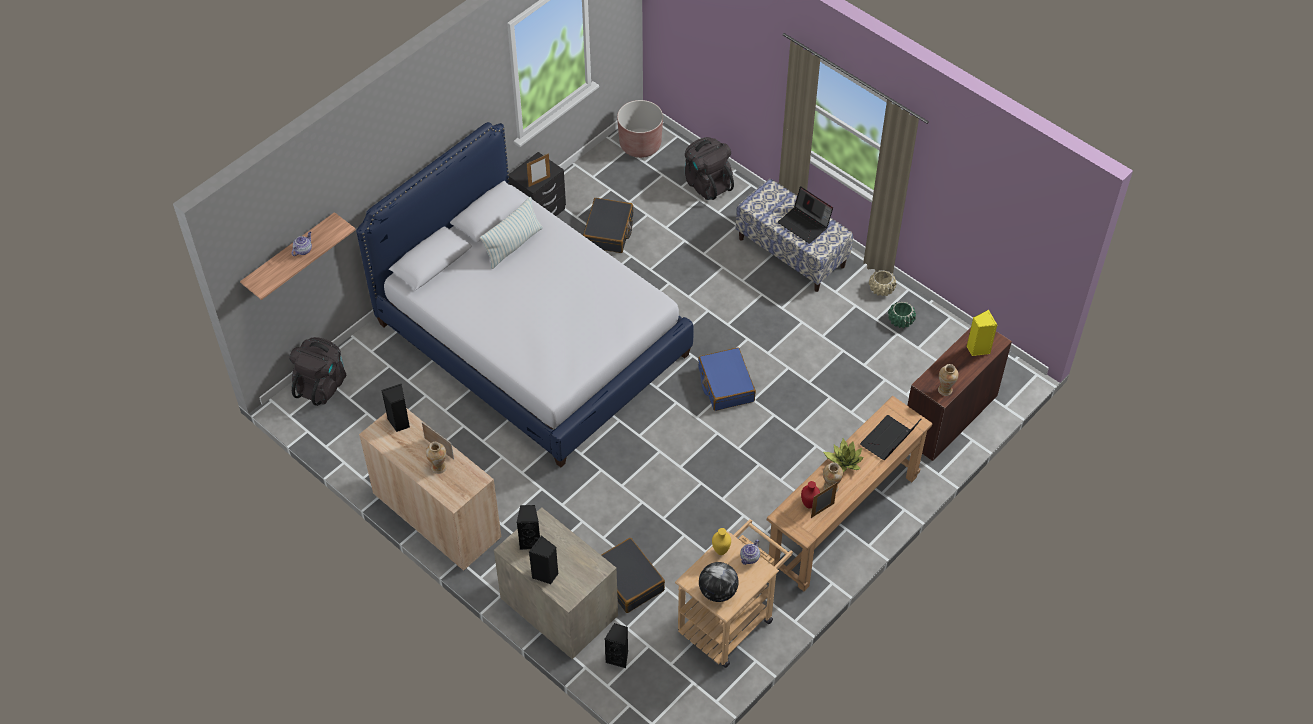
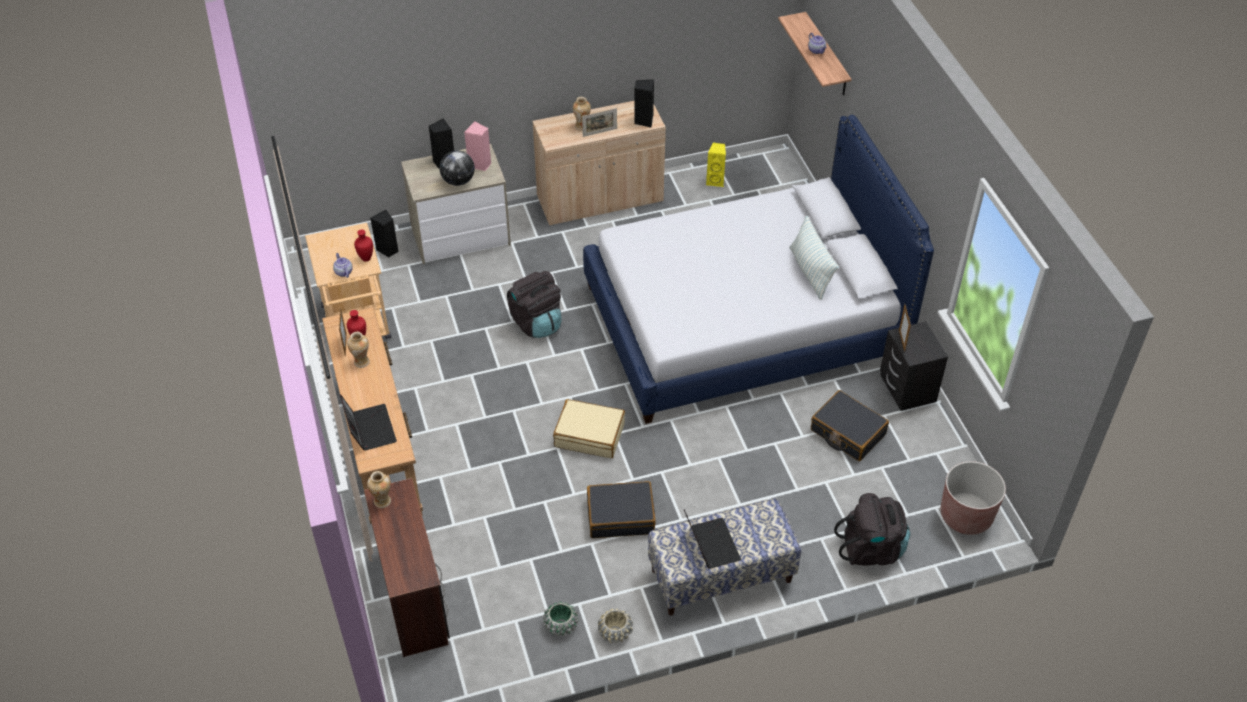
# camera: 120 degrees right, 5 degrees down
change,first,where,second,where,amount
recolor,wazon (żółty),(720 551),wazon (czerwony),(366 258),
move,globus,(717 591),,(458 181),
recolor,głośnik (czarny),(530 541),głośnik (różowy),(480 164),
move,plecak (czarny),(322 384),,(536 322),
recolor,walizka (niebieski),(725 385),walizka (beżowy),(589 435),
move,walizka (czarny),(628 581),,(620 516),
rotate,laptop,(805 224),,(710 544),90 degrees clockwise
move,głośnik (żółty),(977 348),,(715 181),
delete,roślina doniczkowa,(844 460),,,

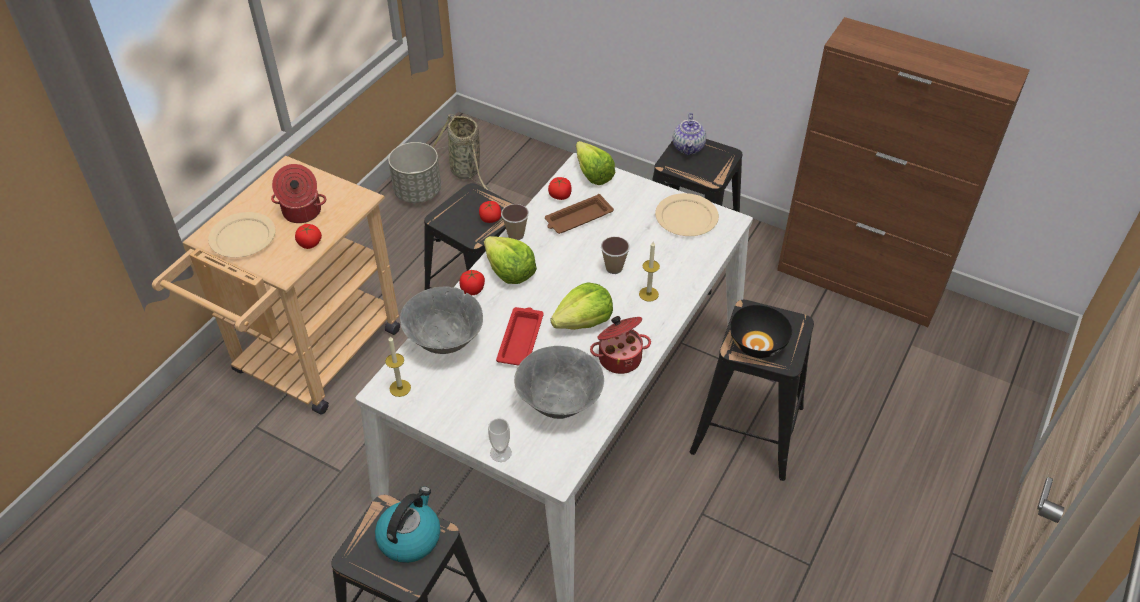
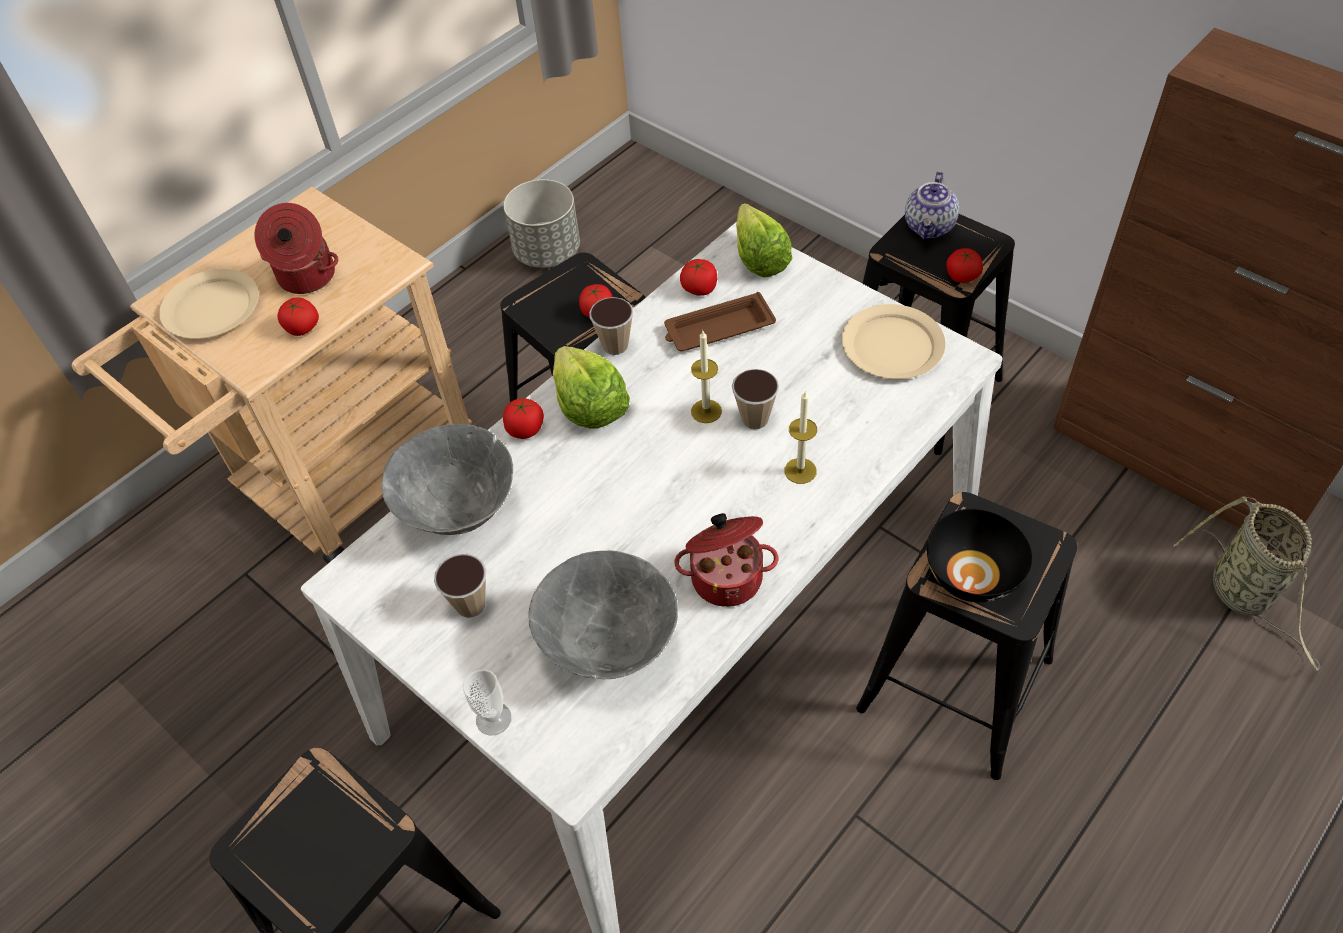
# camera: 15 degrees right, 5 degrees up
change,first,where,second,where,amount
insert,,,filiżanka,(470 605),
move,świeca,(400 388),,(706 411),
insert,,,pomidor,(962 276),
move,koszyk,(466 172),,(1243 595),
delete,czajnik,(410 537),,,
delete,taca (czerwony),(521 339),,,
delete,sałata,(584 321),,,

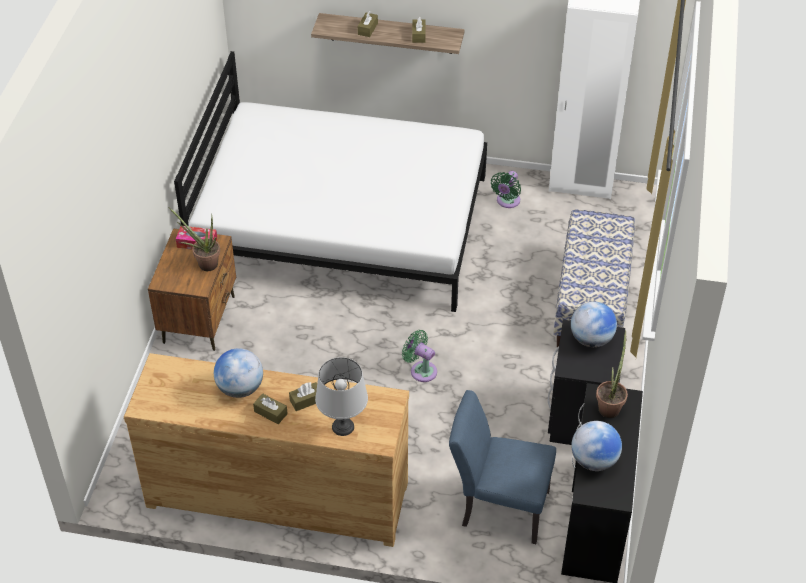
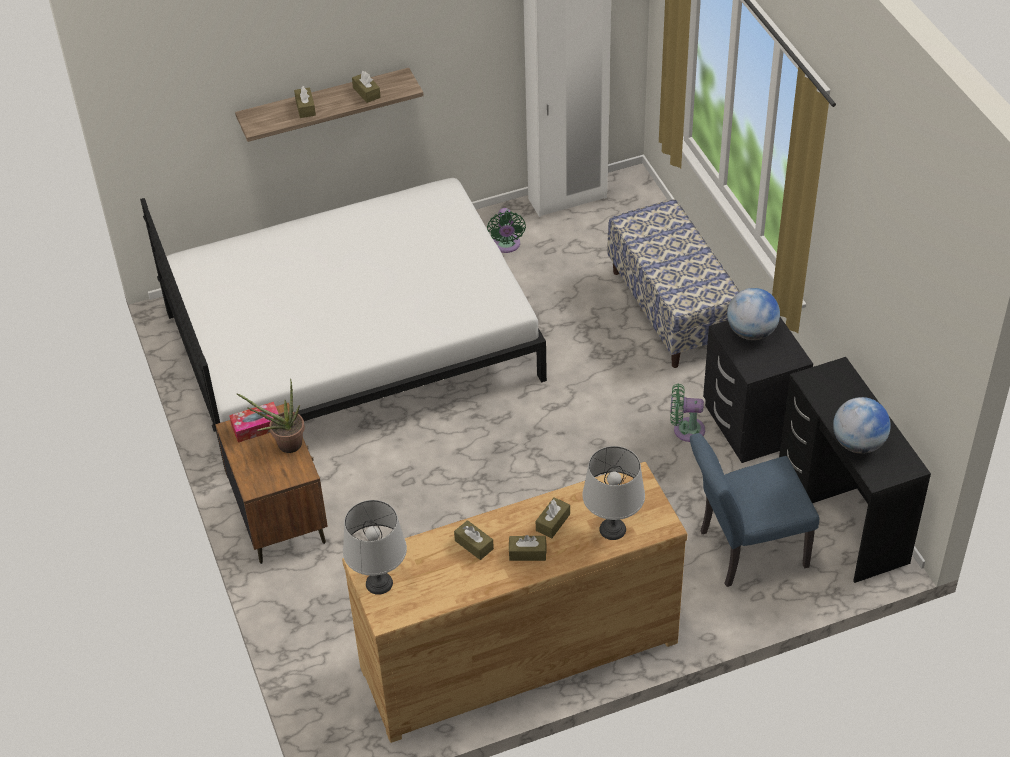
# camera: 30 degrees left, 0 degrees up
change,first,where,second,where,amount
insert,,,lampa stołowa (szary),(378 583),
replace,globus,(240 388),pudełko chusteczek (brązowy),(474 545),
move,wentylator (zielony),(421 370),,(685 429),
delete,roślina doniczkowa,(610 405),,,

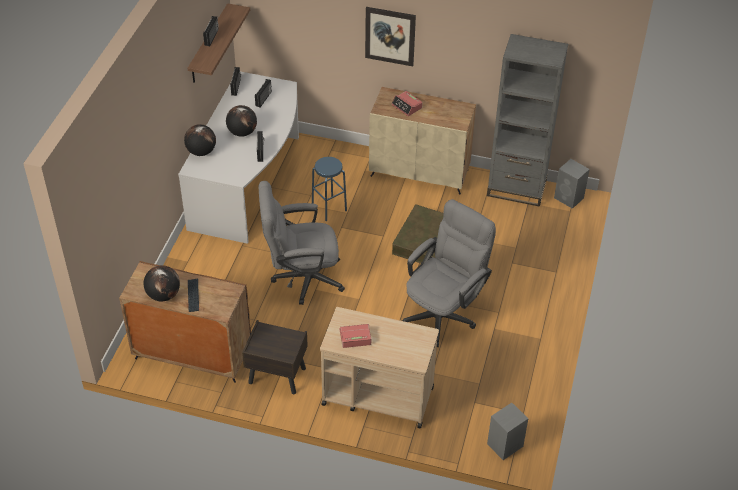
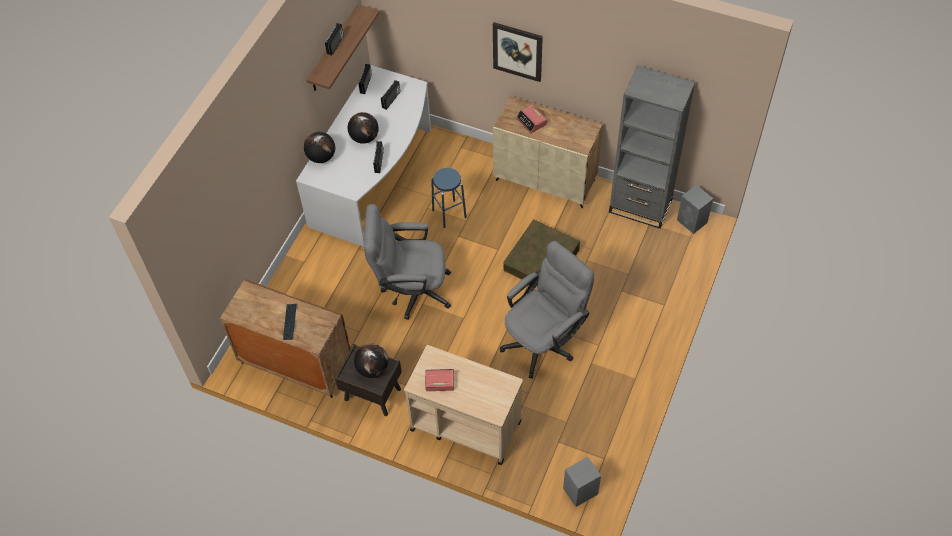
# camera: 10 degrees right, 10 degrees up
change,first,where,second,where,amount
move,globus,(163 295),,(372 368),

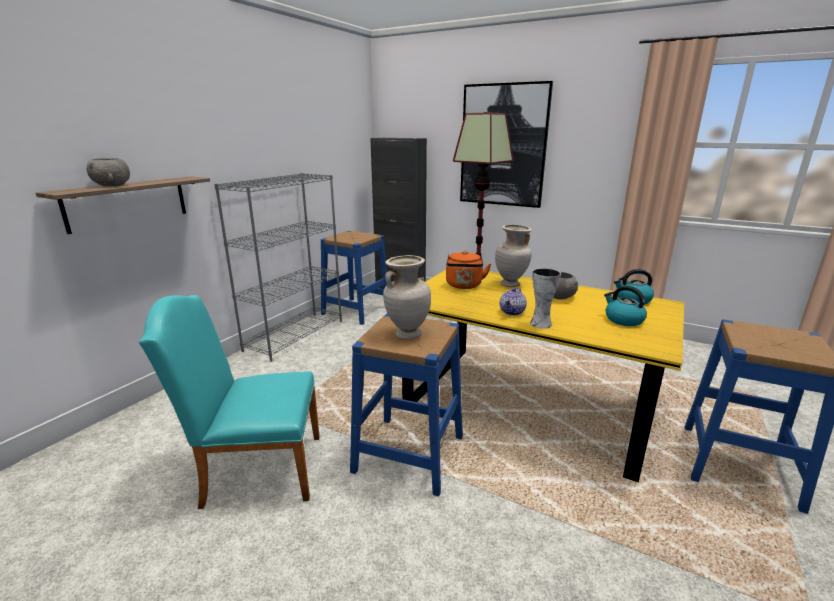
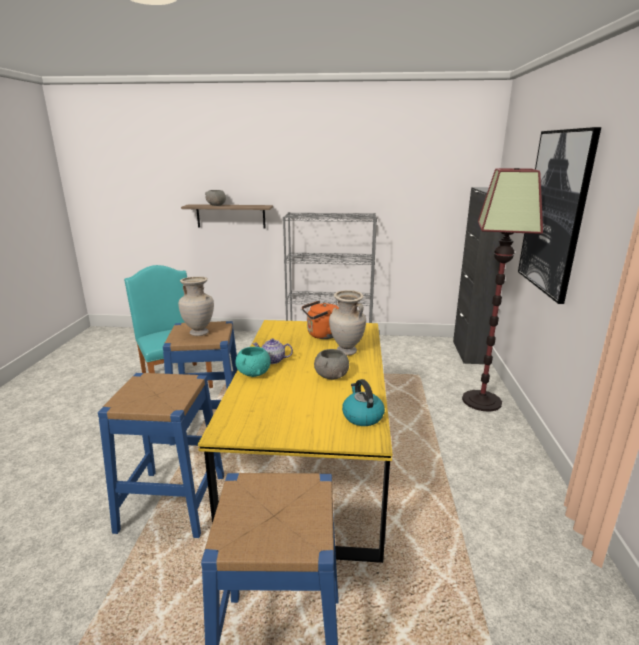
# camera: 65 degrees right, 0 degrees up
change,first,where,second,where,amount
move,stołek (niebieski),(356 311),,(172 502),
replace,wazon,(539 323),miska (turkusowy),(254 373),
delete,czajnik,(623 320),,,

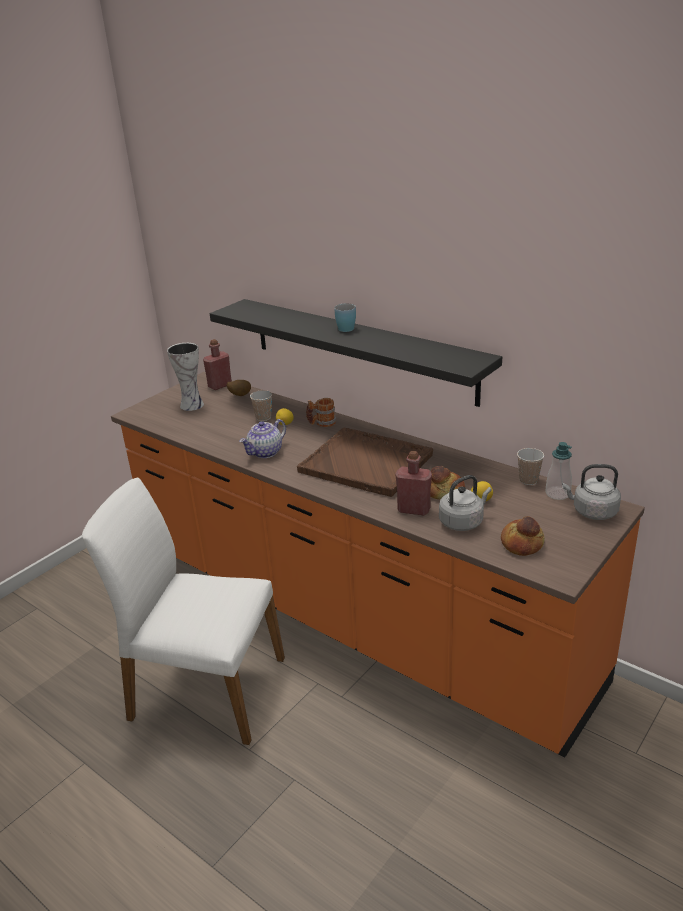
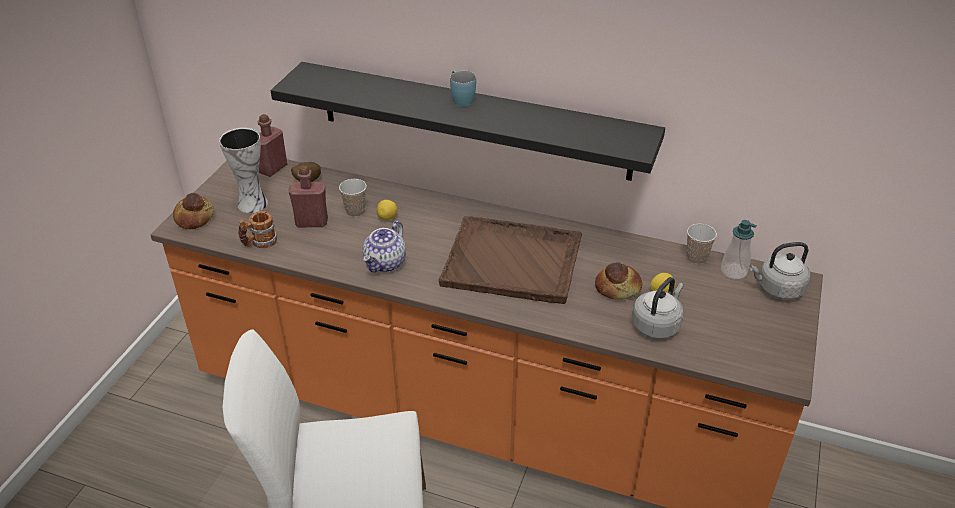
# camera: 20 degrees left, 10 degrees up
change,first,where,second,where,amount
move,chleb,(522 544),,(195 218),
move,kubek,(321 423),,(259 243),
move,butelka (czerwony),(413 509),,(311 222),

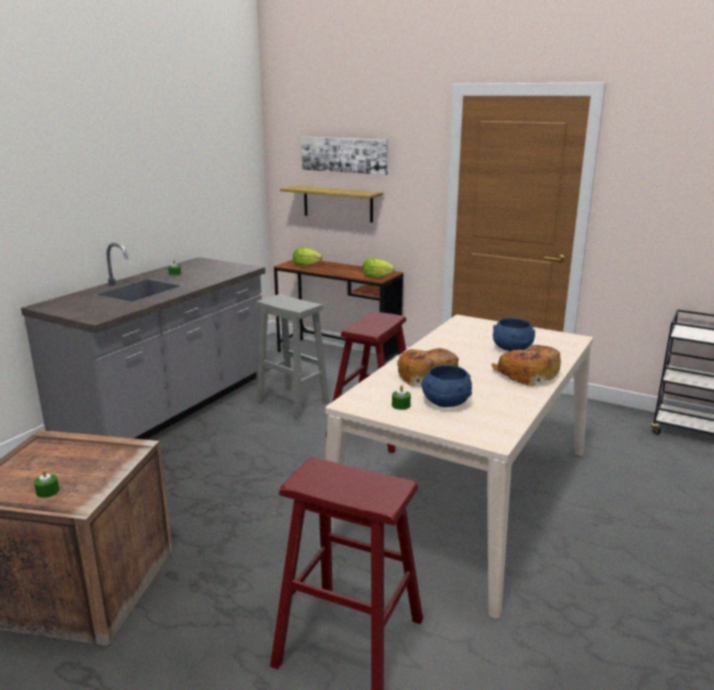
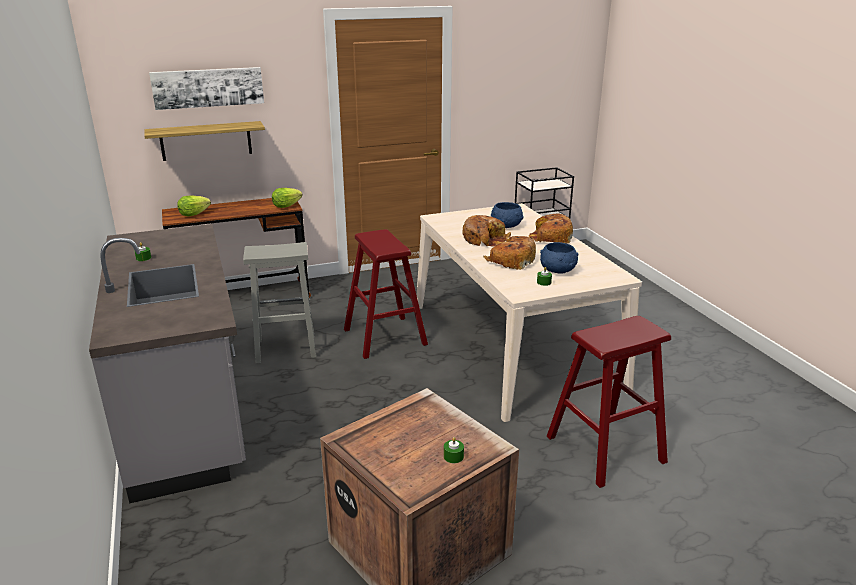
# camera: 50 degrees left, 5 degrees up
change,first,where,second,where,amount
insert,,,chleb,(485 239),

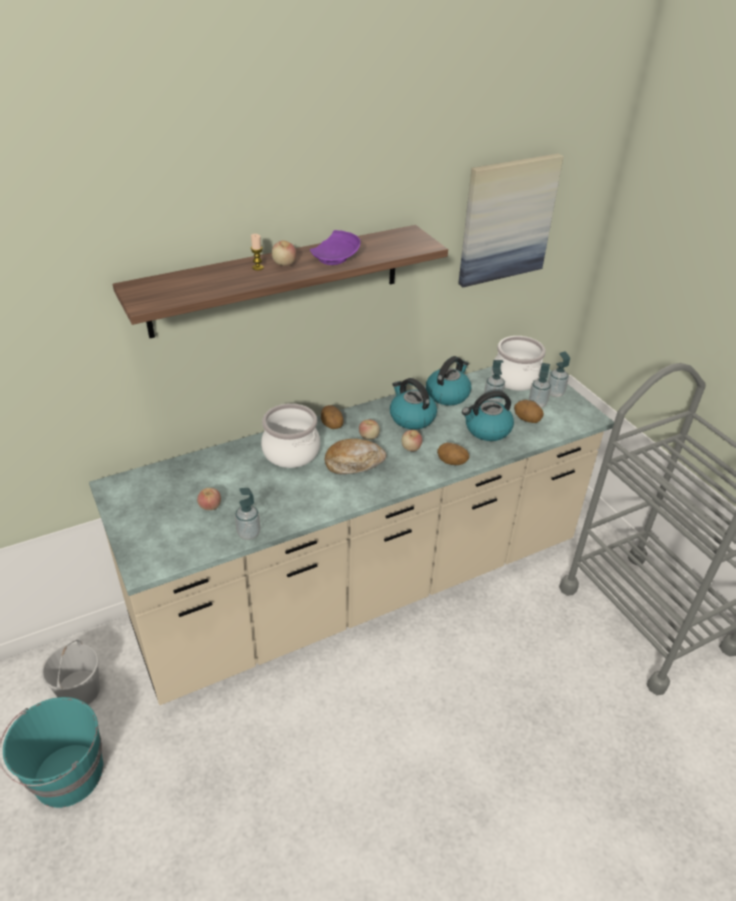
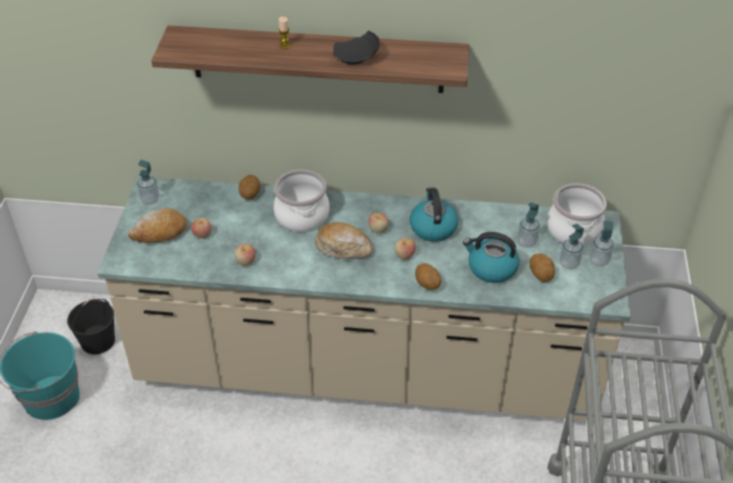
# camera: 35 degrees right, 5 degrees up
change,first,where,second,where,amount
recolor,wiadro (biały),(79 691),wiadro (czarny),(97 341),
insert,,,chleb,(160 233),
move,dozownik mydła,(248 533),,(150 200),
move,jabłko,(284 264),,(245 261),
move,ziemniak,(331 426),,(250 195),
recolor,talerz (fioletowy),(336 258),talerz (czarny),(357 57),
delete,czajnik,(447 394),,,
delete,obraz,(506 220),,,

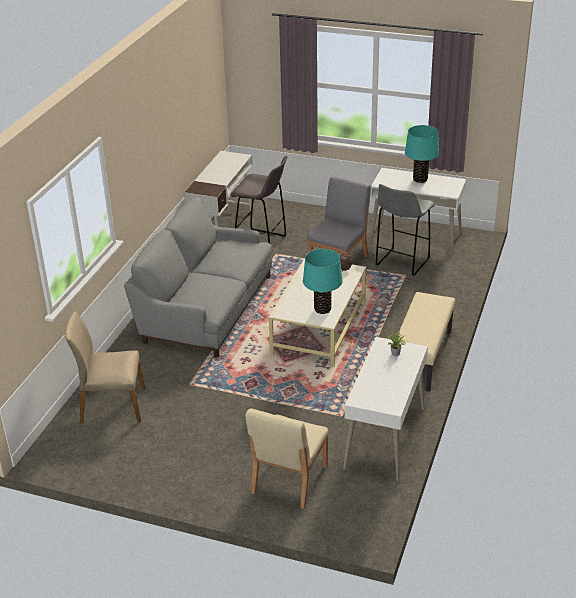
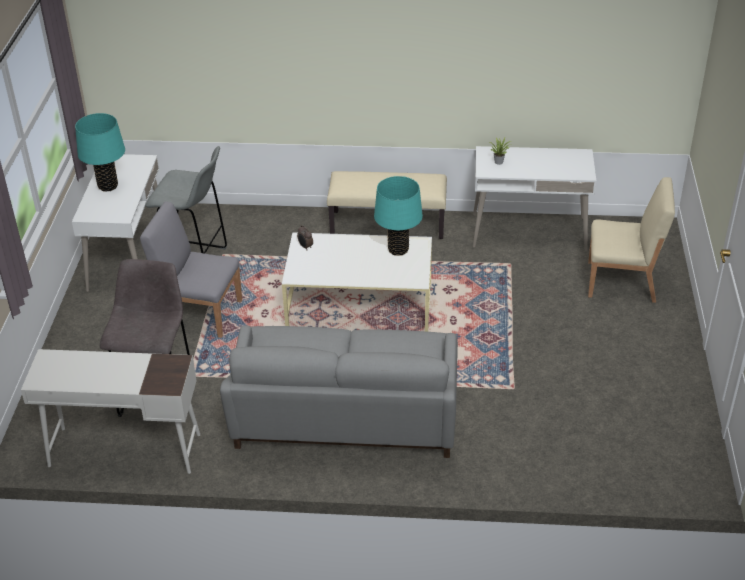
# camera: 105 degrees left, 5 degrees up
change,first,where,second,where,amount
delete,krzesło (beżowy),(112 405),,,

